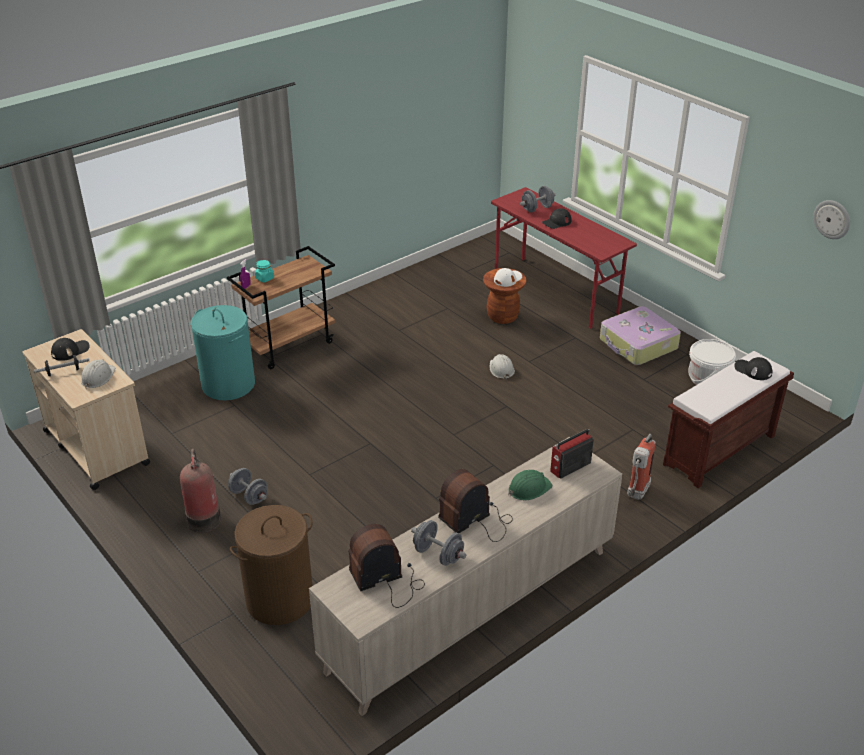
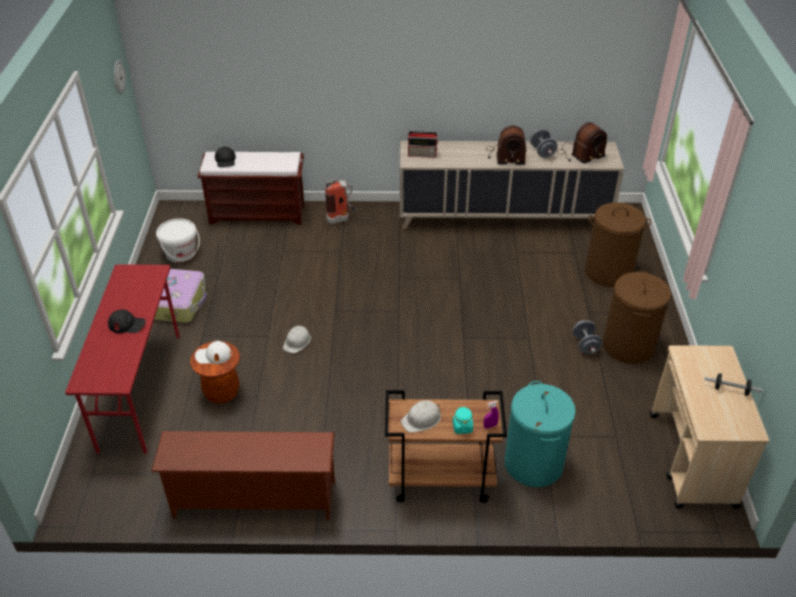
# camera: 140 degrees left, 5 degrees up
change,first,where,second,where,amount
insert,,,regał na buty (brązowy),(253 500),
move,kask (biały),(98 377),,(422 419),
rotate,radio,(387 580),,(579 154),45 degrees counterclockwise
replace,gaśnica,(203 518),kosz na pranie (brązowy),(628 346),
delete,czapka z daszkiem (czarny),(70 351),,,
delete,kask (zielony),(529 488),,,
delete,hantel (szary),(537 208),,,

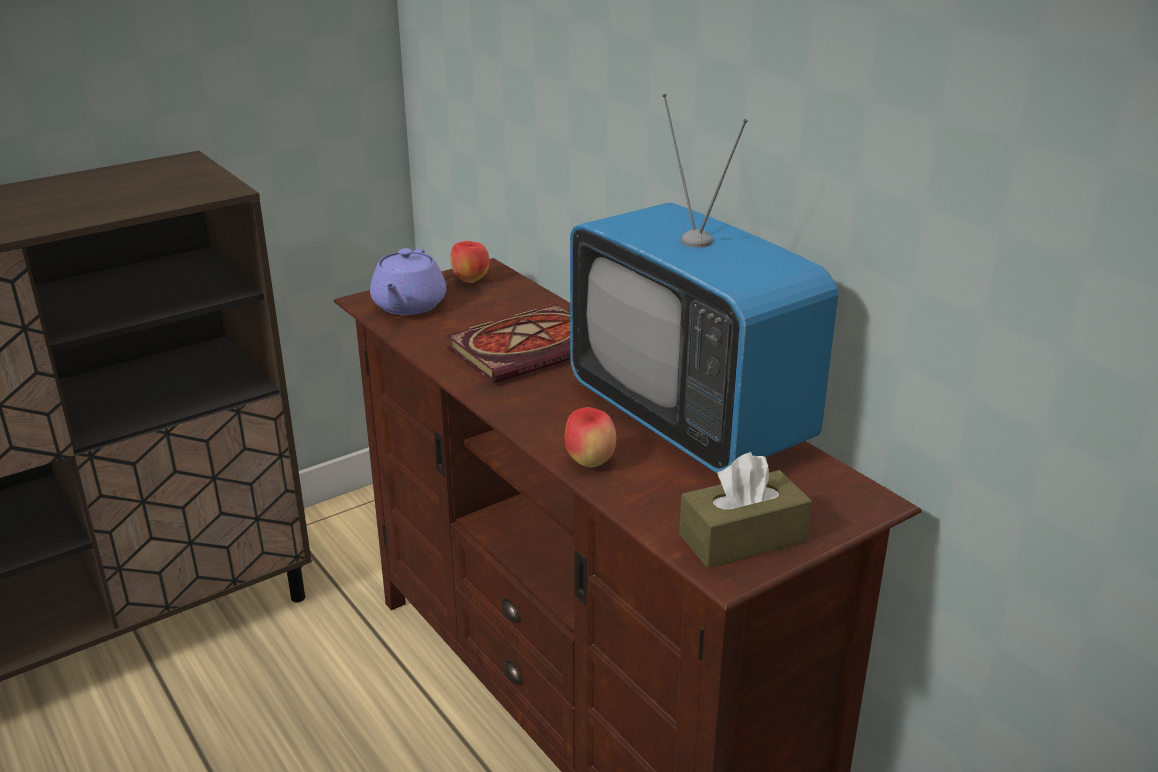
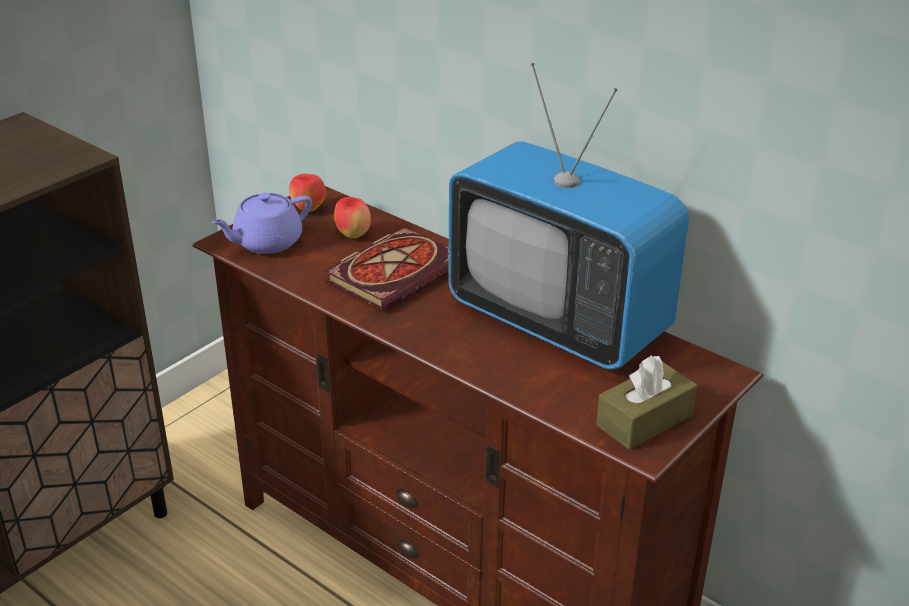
# camera: 15 degrees left, 5 degrees up
change,first,where,second,where,amount
rotate,imbryk (fioletowy),(408 306),,(266 242),60 degrees clockwise
move,jabłko,(590 462),,(353 235),

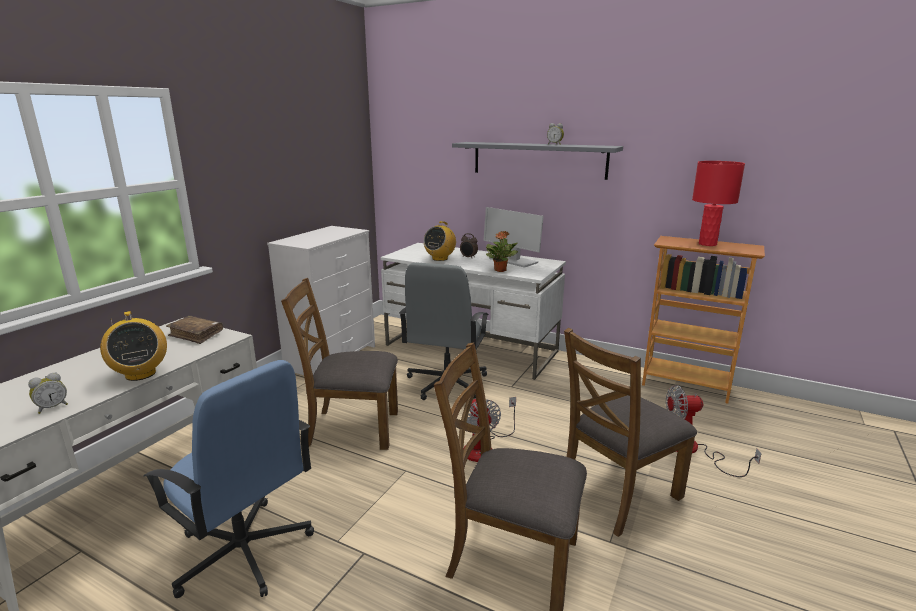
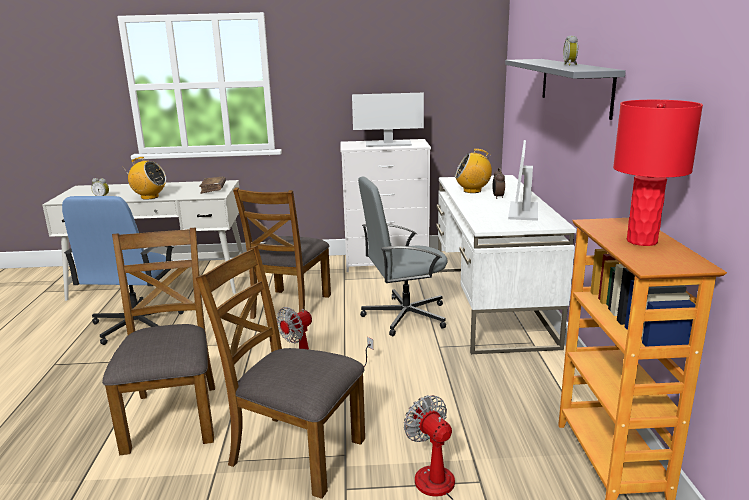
# camera: 60 degrees right, 0 degrees up
change,first,where,second,where,amount
rotate,radio,(140 374),,(149 197),105 degrees counterclockwise
rotate,krzesło (brązowy),(352 428),,(290 306),135 degrees counterclockwise
insert,,,monitor,(388 144),
delete,roślina doniczkowa,(500 270),,,

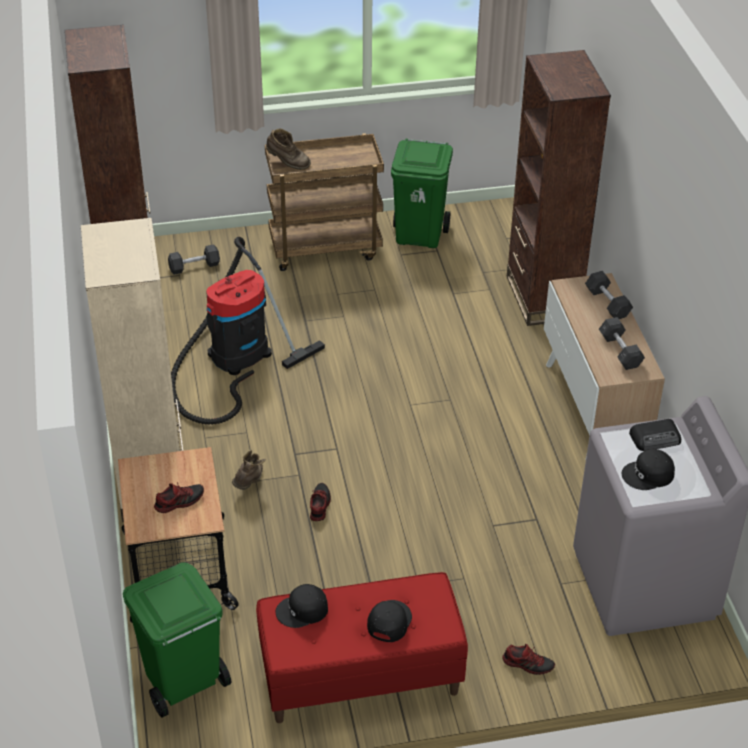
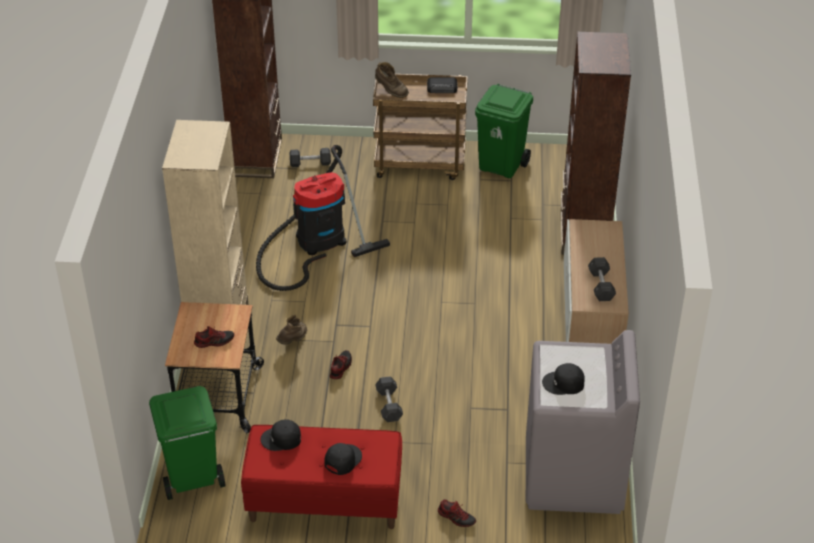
# camera: 15 degrees right, 0 degrees up
change,first,where,second,where,amount
move,hantel (szary),(607 303),,(389 405),
move,radio,(656 438),,(442 88),

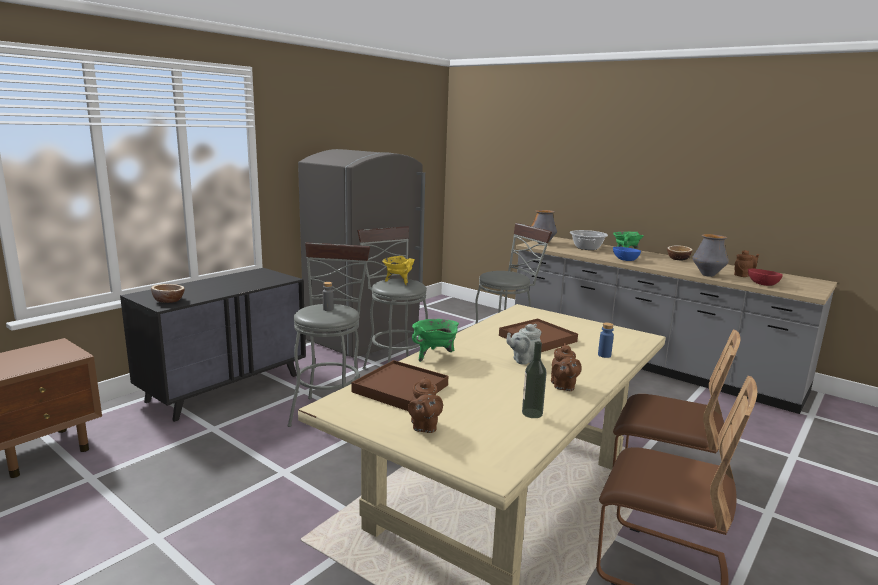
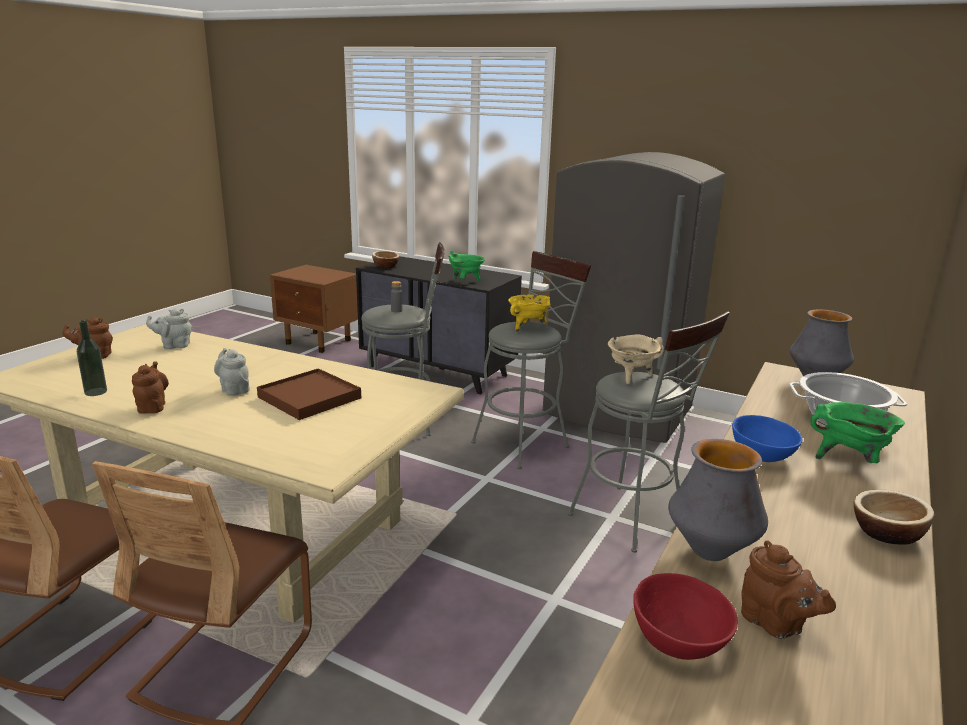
# camera: 80 degrees right, 5 degrees up
change,first,where,second,where,amount
rotate,imbryk (brązowy),(563 386),,(152 407),90 degrees clockwise
replace,taca (brązowy),(400 388),imbryk (szary),(174 345),
move,garnek (zielony),(435 356),,(465 282),
insert,,,garnek (beżowy),(631 377),
delete,butelka (niebieski),(604 355),,,

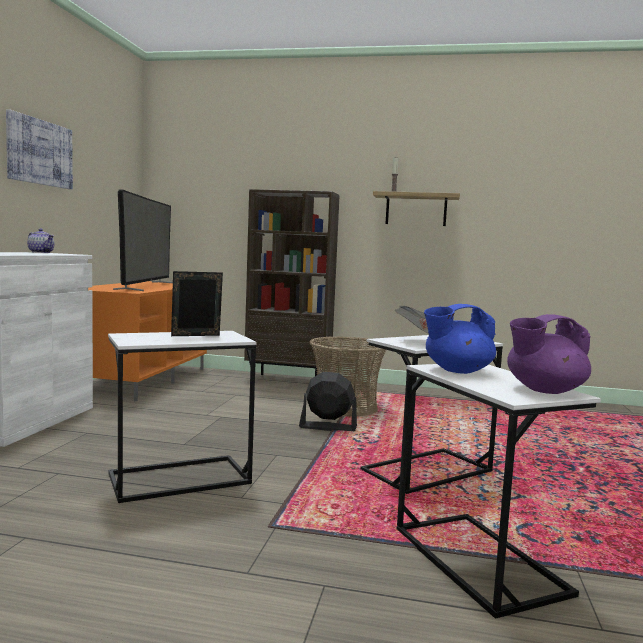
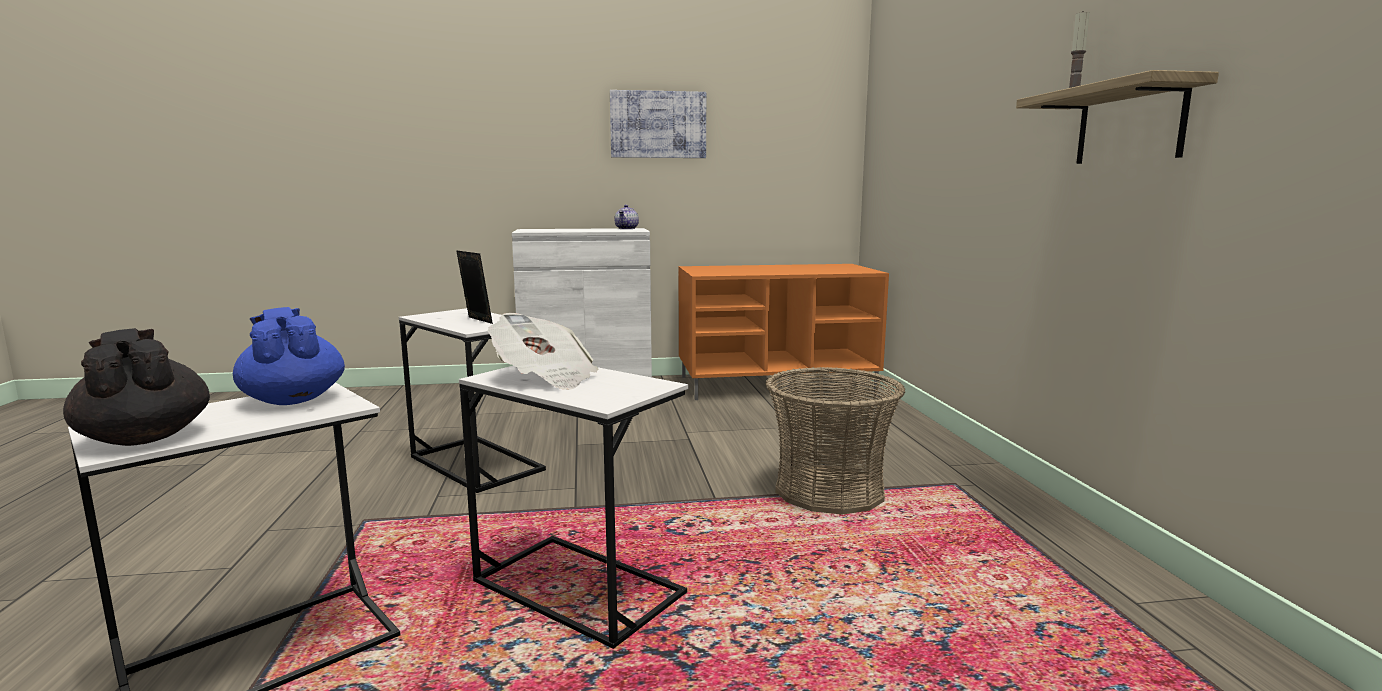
# camera: 70 degrees right, 5 degrees up
change,first,where,second,where,amount
recolor,imbryk (fioletowy),(544 390),imbryk (czarny),(145 438),
delete,telewizor,(147 286),,,
delete,regał (brązowy),(288 380),,,
delete,wentylator (czarny),(327 427),,,

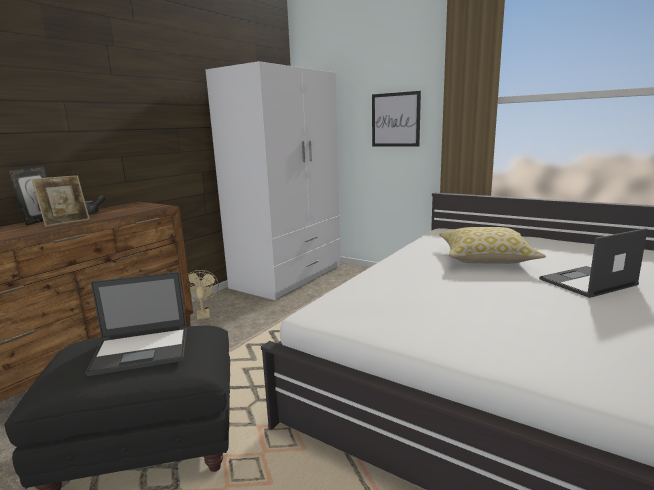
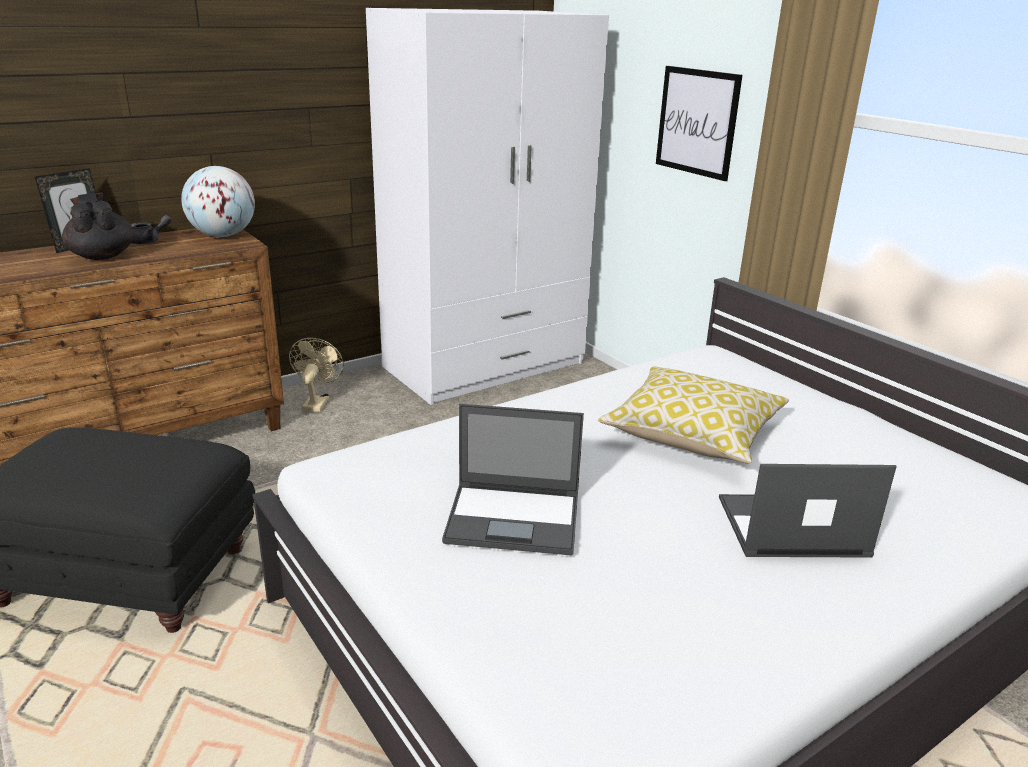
# camera: 20 degrees right, 10 degrees up
change,first,where,second,where,amount
replace,ramka na zdjęcie,(66 222),imbryk (czarny),(102 256),
insert,,,globus,(222 235),
move,laptop,(143 350),,(515 519),

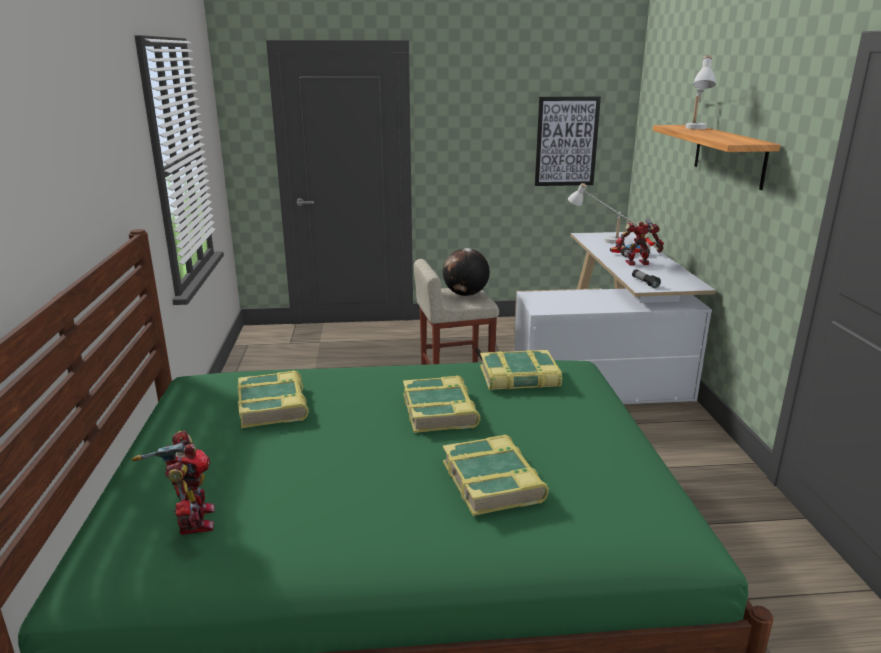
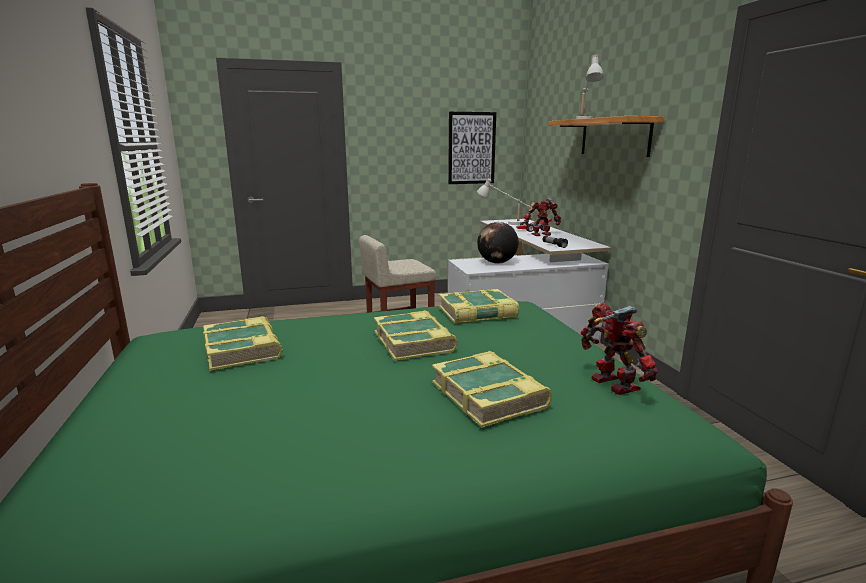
# camera: 10 degrees left, 5 degrees down
change,first,where,second,where,amount
move,globus,(465 294),,(496 263),
move,robot zabawkowy,(193 520),,(612 385),

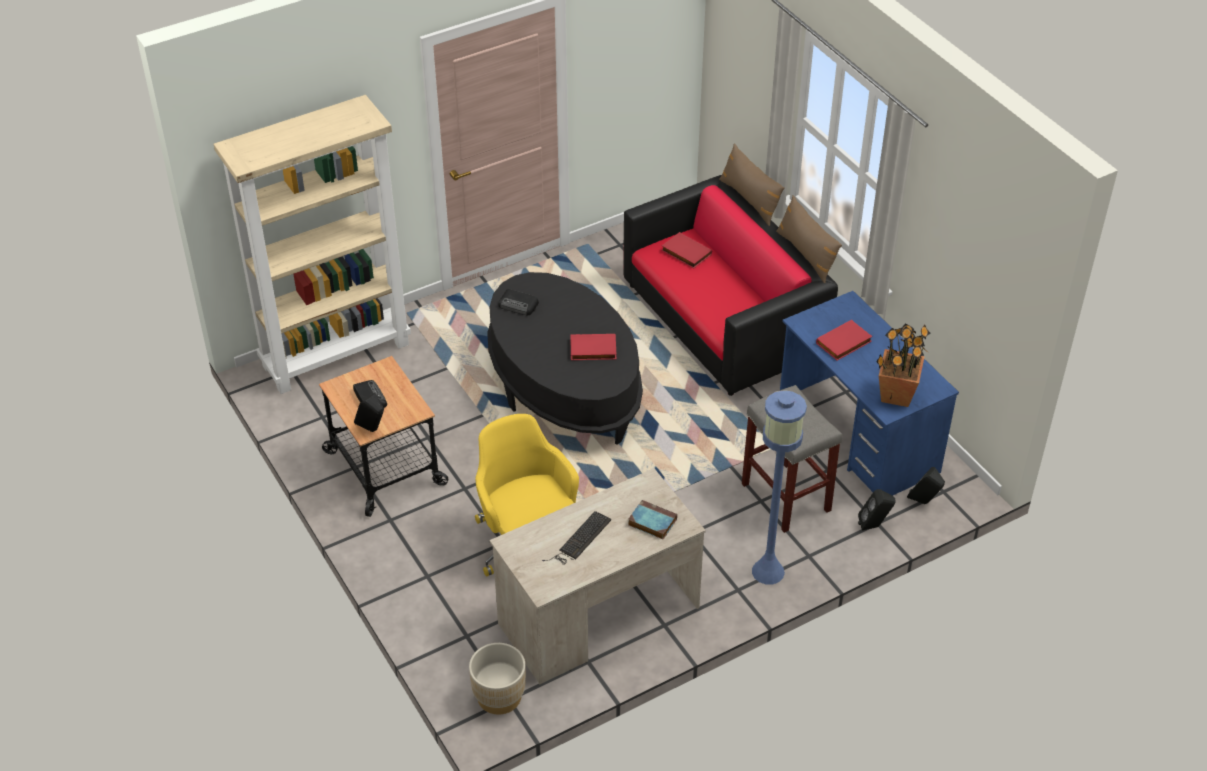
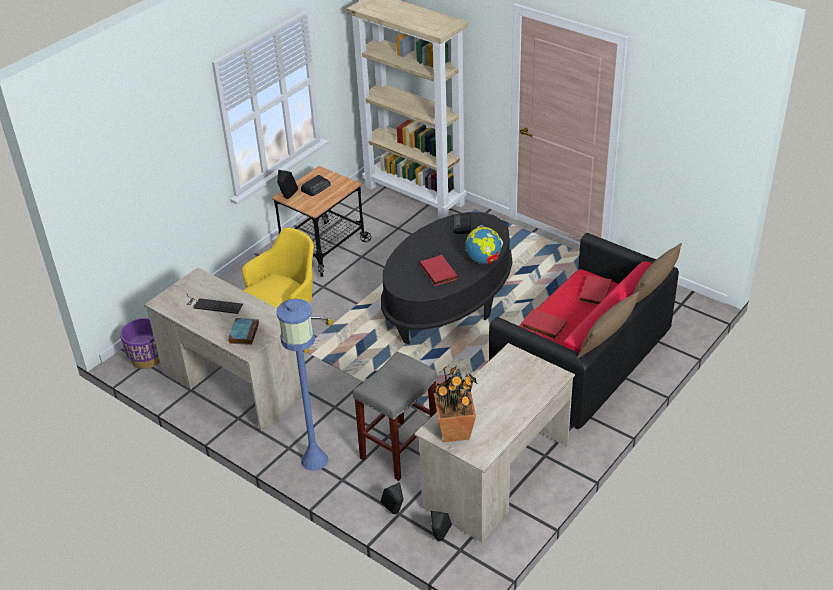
# camera: 70 degrees right, 5 degrees down
change,first,where,second,where,amount
recolor,donica (beżowy),(499 696),donica (fioletowy),(147 358),
recolor,biurko (niebieski),(857 435),biurko (beżowy),(496 476),
insert,,,globus,(483 260),
move,książka (czerwony),(844 343),,(543 326),

